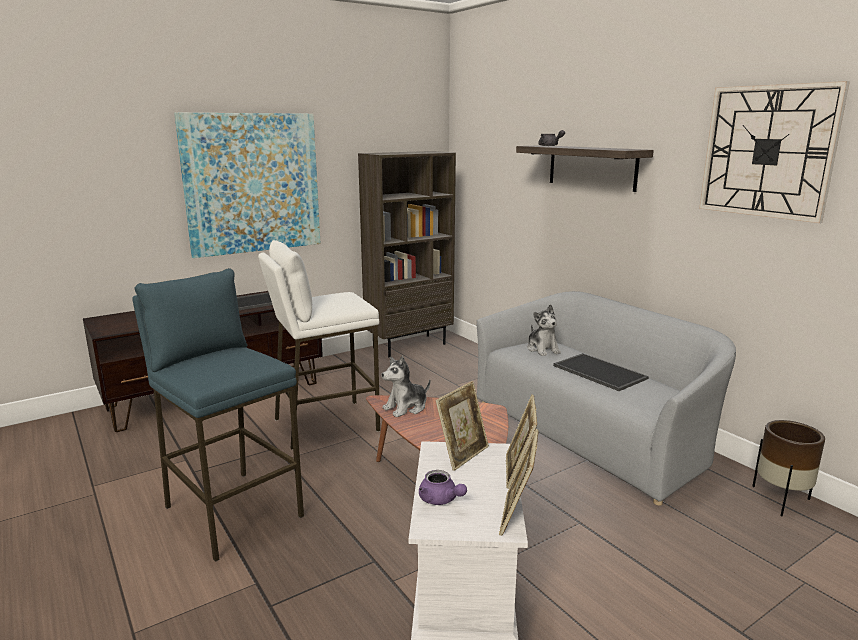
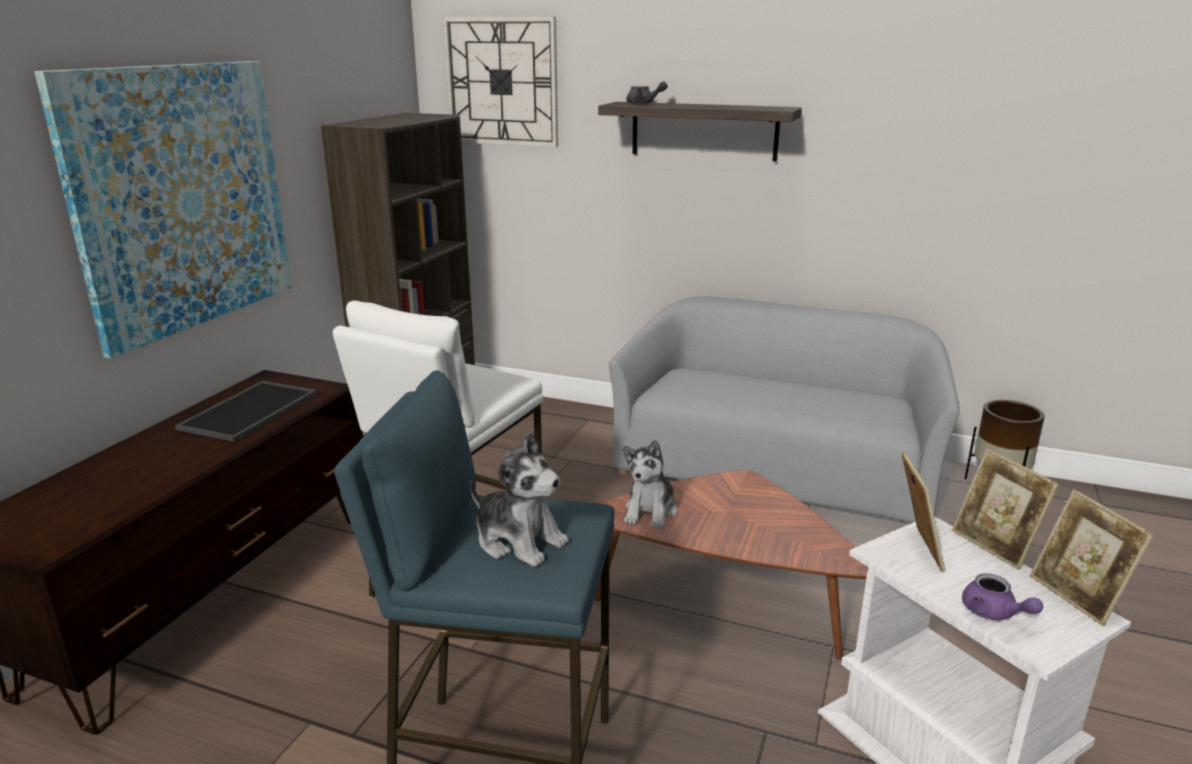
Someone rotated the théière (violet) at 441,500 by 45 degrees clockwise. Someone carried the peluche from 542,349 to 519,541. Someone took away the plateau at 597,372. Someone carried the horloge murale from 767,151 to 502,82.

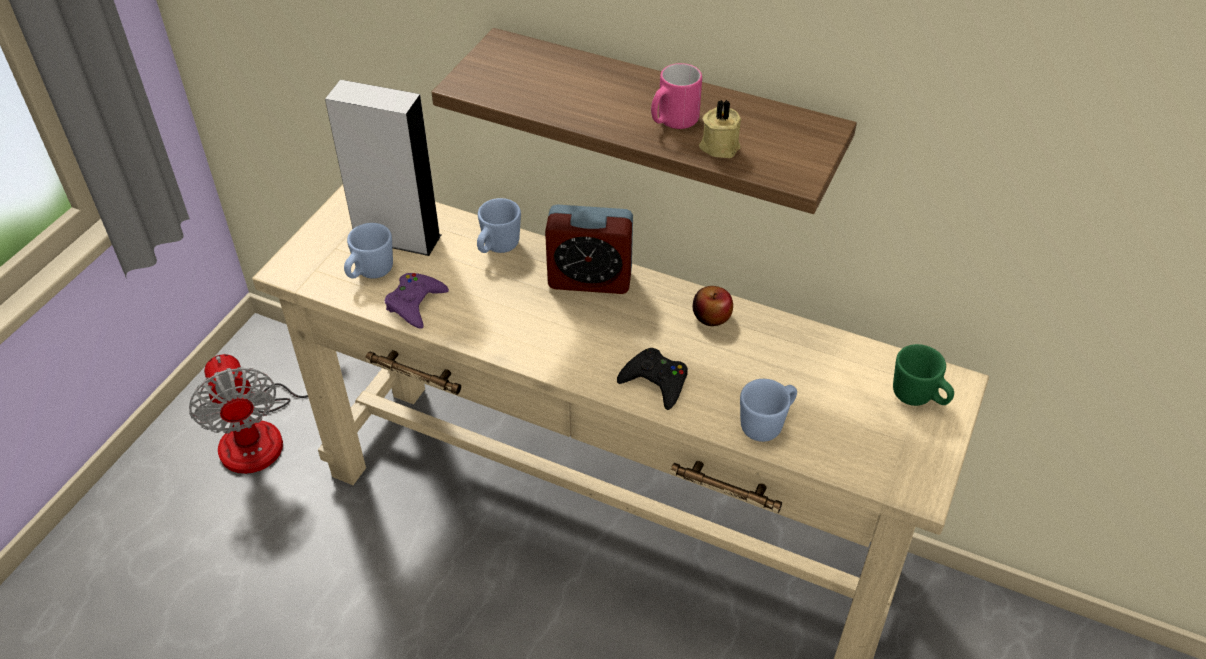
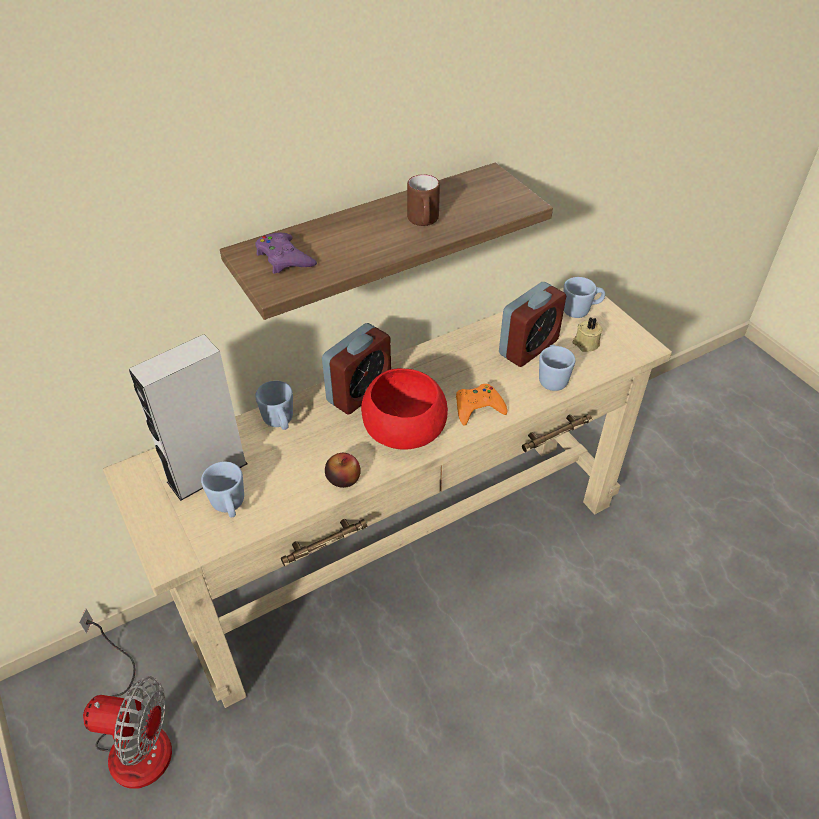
Someone carried the manette (violet) from 415,304 to 284,258. Someone repainted the manette (noir) at 655,382, which became the manette (orange) at 478,408. Someone repainted the mug (rose) at 672,122, which became the mug (marron) at 423,222. Someone carried the pomme from 711,317 to 343,478. Someone carried the bougie (beige) from 719,145 to 585,344. Someone repainted the mug (vert) at 918,398, which became the mug (bleu) at 580,311. Someone put down the bol (rouge) at 403,430. Someone put down the réveil at 528,347.

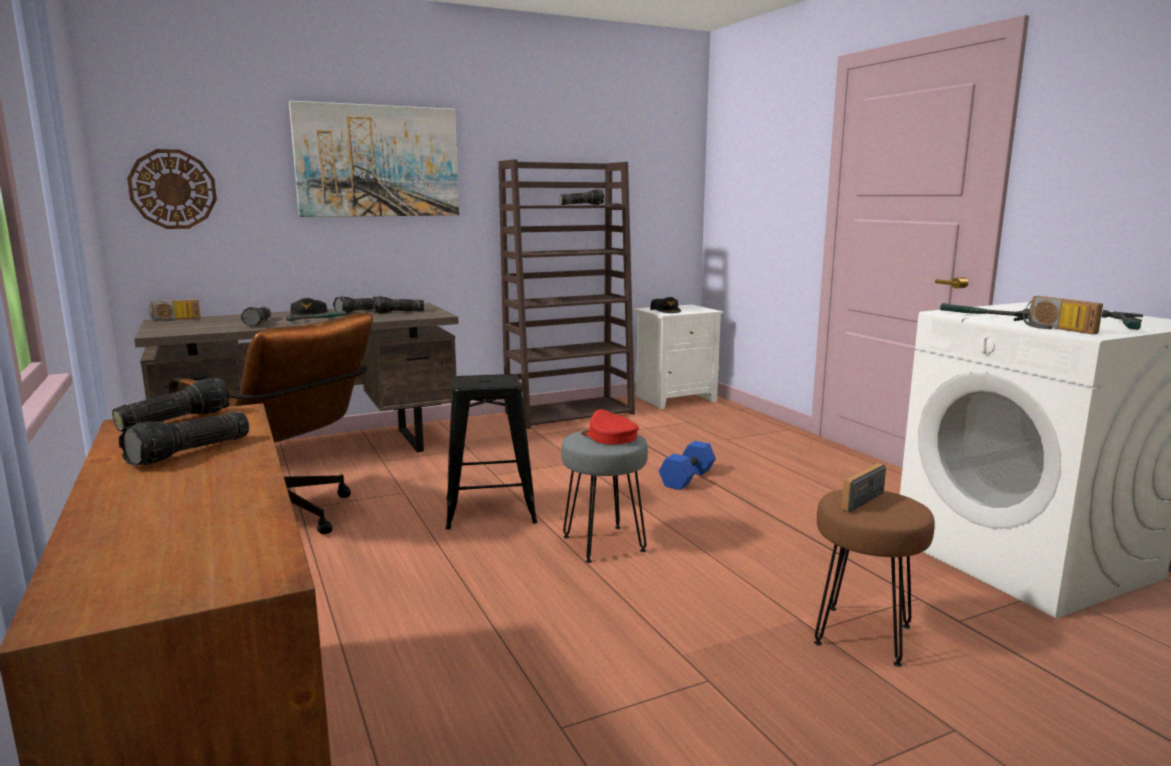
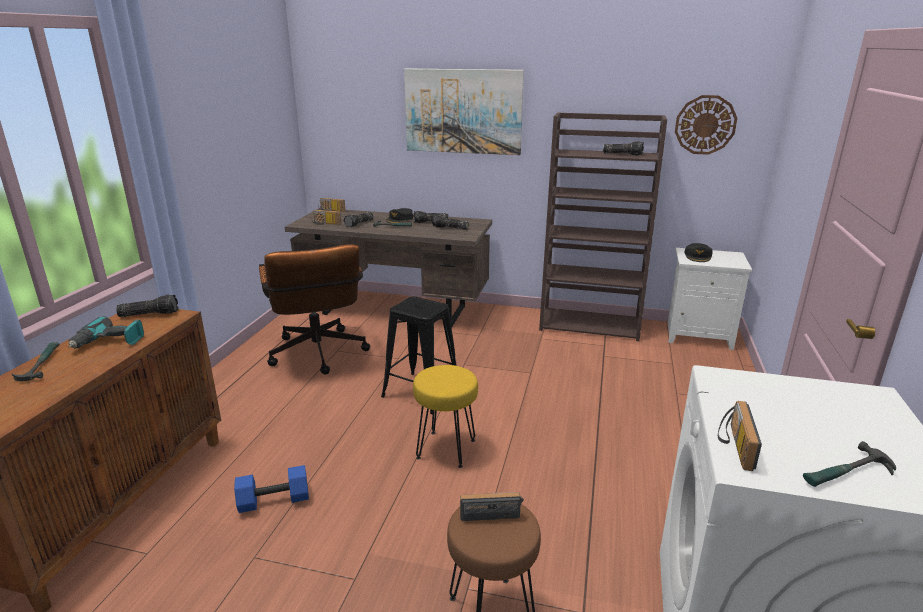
Someone swapped the lampe de poche at 190,452 for the perceuse at 109,342. Someone carried the horloge murale from 173,189 to 705,125. Someone repainted the tabouret (gris) at 603,544, which became the tabouret (jaune) at 445,449. Someone took away the casquette (rouge) at 609,437. Someone carried the haltère (bleu) from 686,478 to 275,499. Someone carried the marteau from 983,316 to 40,365. Someone put down the radio at 325,224.

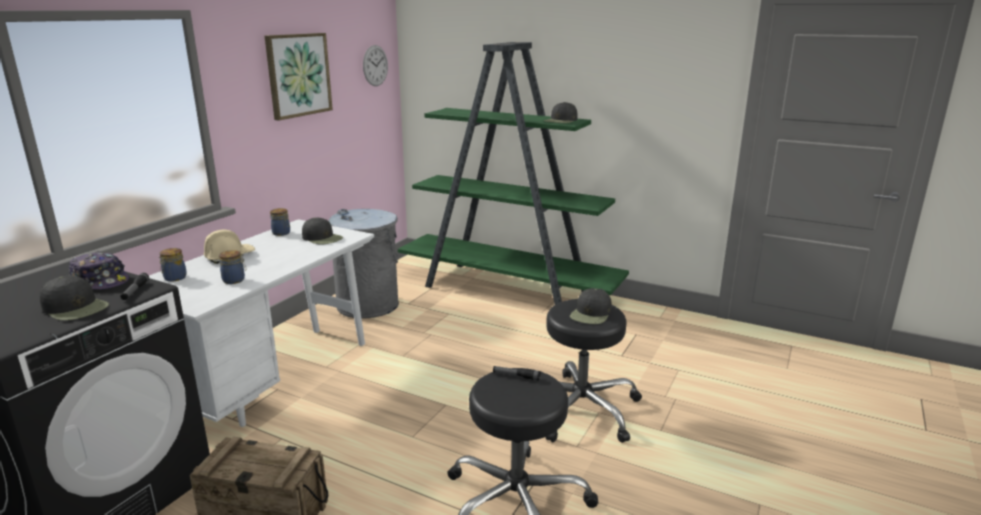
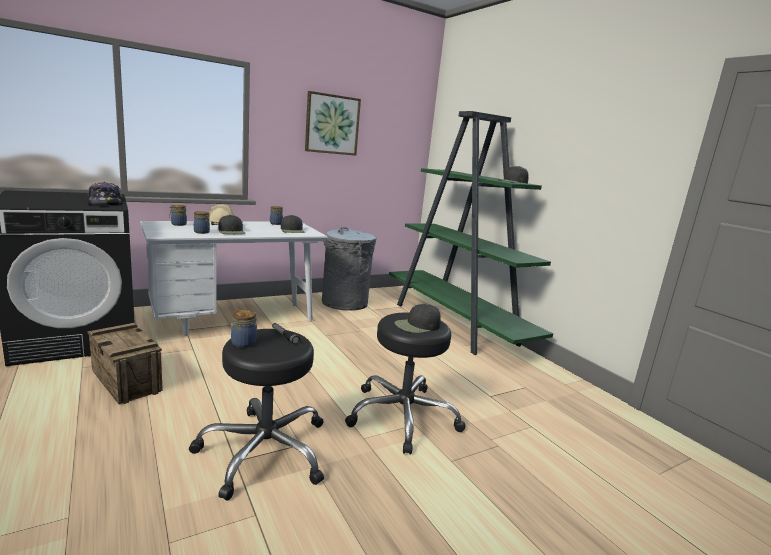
Someone carried the casquette (noir) from 76,308 to 231,231. Someone took away the horloge murale at 375,65. Someone put down the bocal at 244,343.

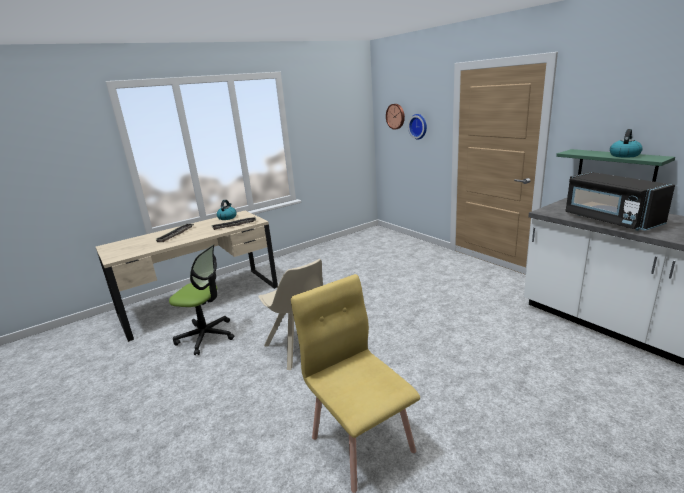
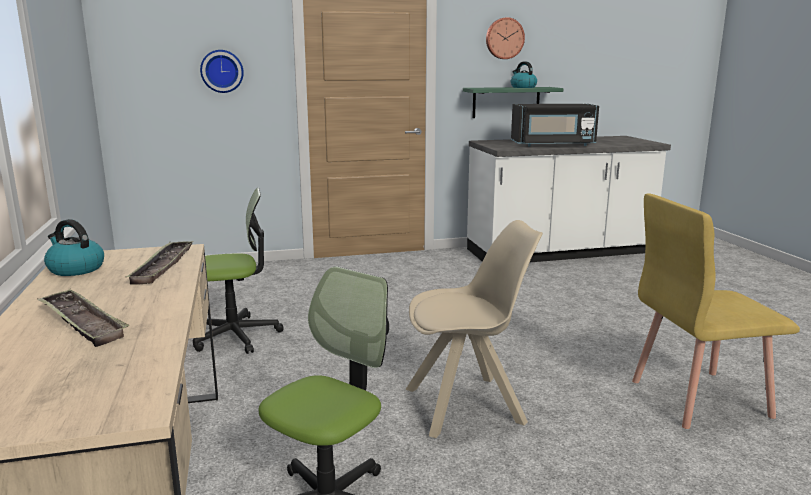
Someone carried the horloge murale from 396,116 to 504,38. Someone put down the chaise de bureau at 236,335.

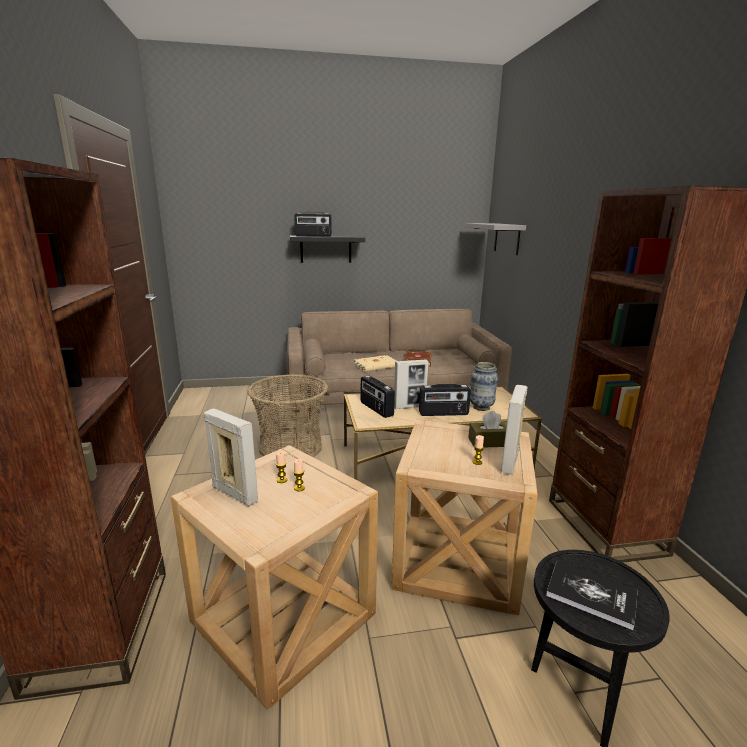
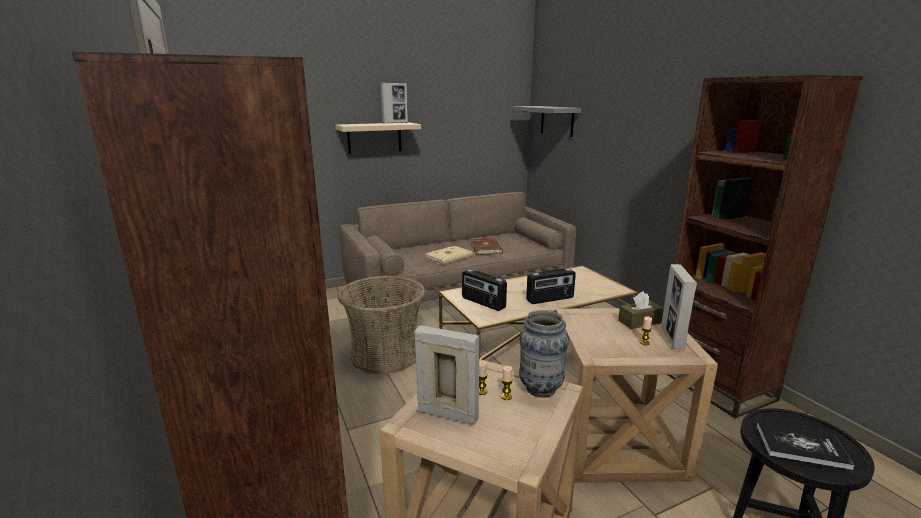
Someone repainted the étagère (noir) at 326,249, which became the étagère (beige) at 374,138. Someone took away the radio at 313,236. Someone carried the cadre photo from 409,407 to 395,123. Someone carried the vase from 481,407 to 540,389.

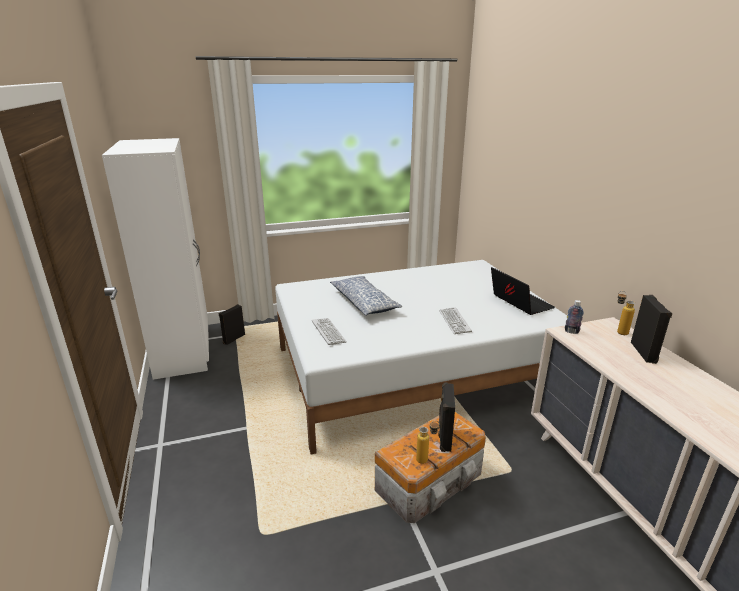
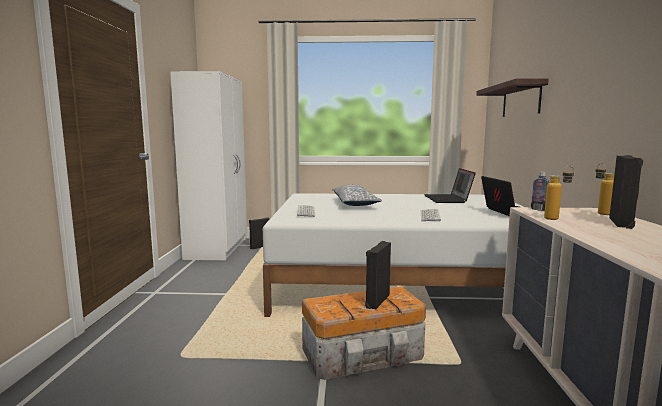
Someone carried the bouteille from 426,459 to 556,219. Someone put down the ordinateur portable at 448,199. Someone put up the étagère at 521,100.

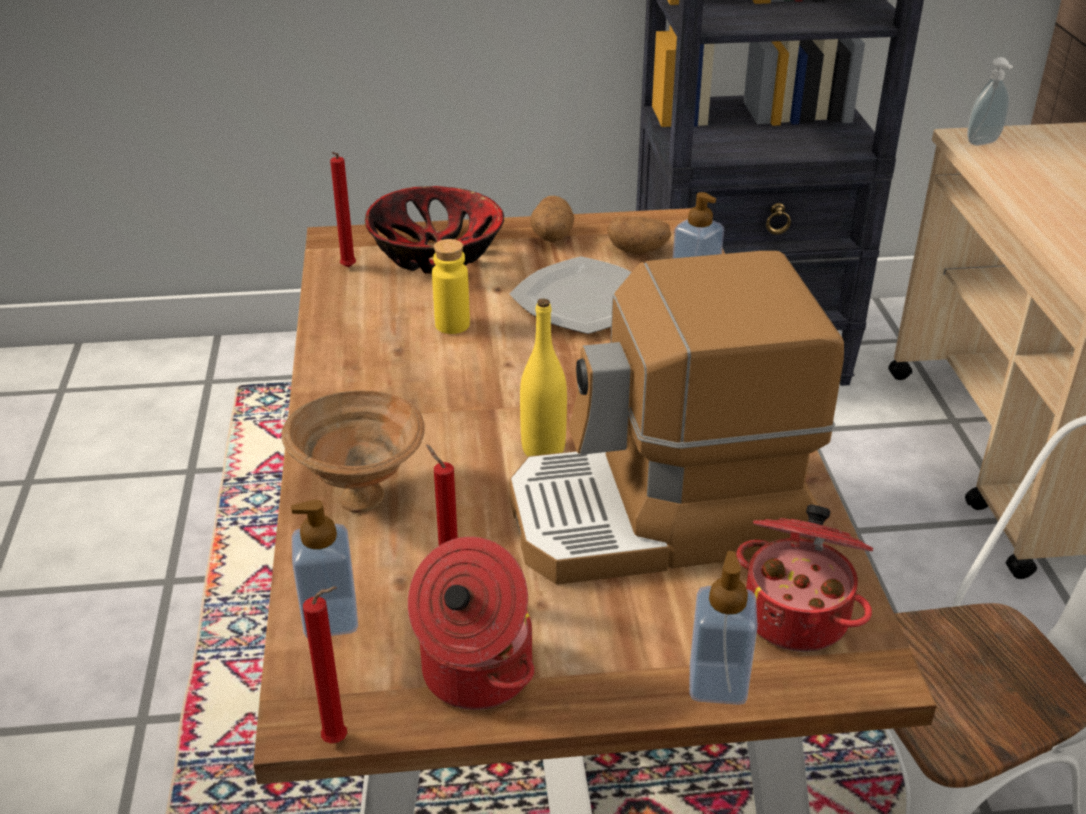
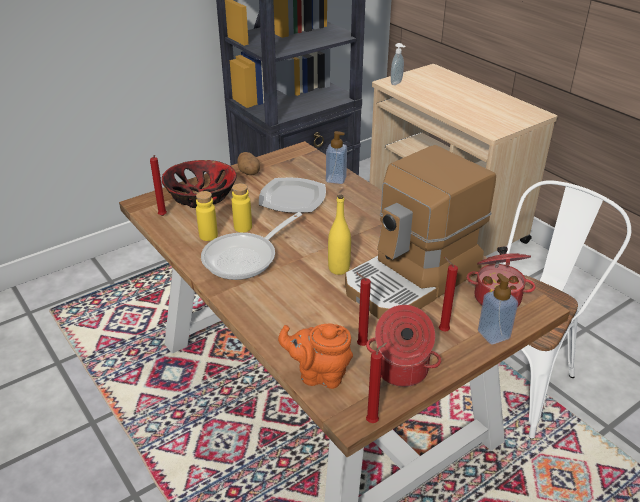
Someone took away the bol (marron) at 359,496. Someone swapped the distributeur de savon at 330,619 for the théière (orange) at 319,375. Someone took away the pomme de terre at 638,251. Someone put down the bouteille (jaune) at 208,235. Someone put down the poêle at 245,258. Someone put down the bougie (rouge) at 442,330.

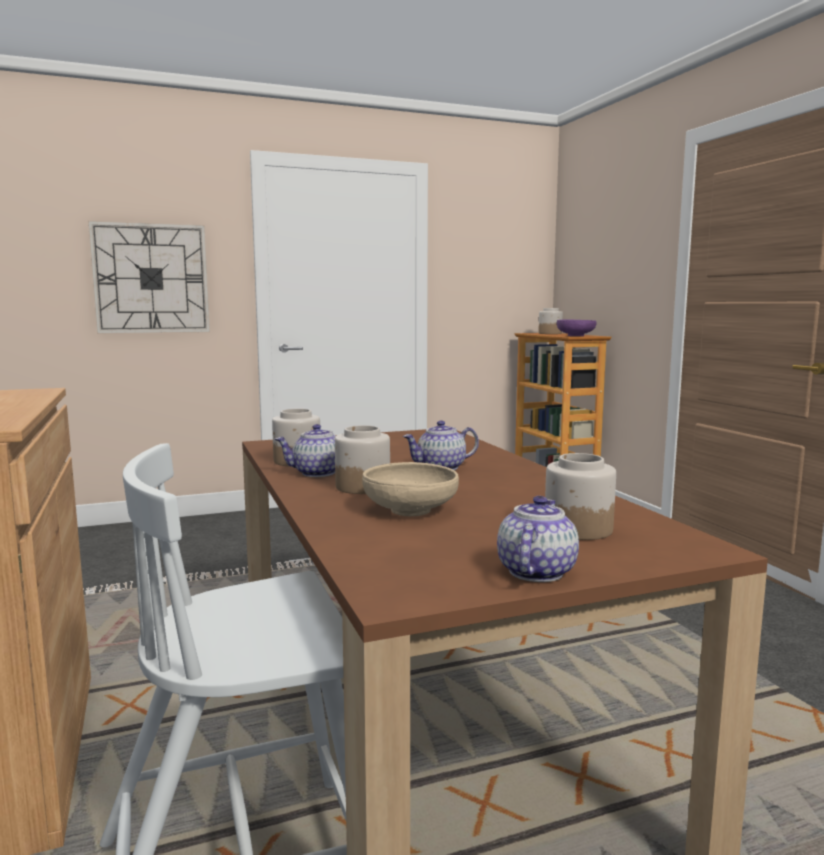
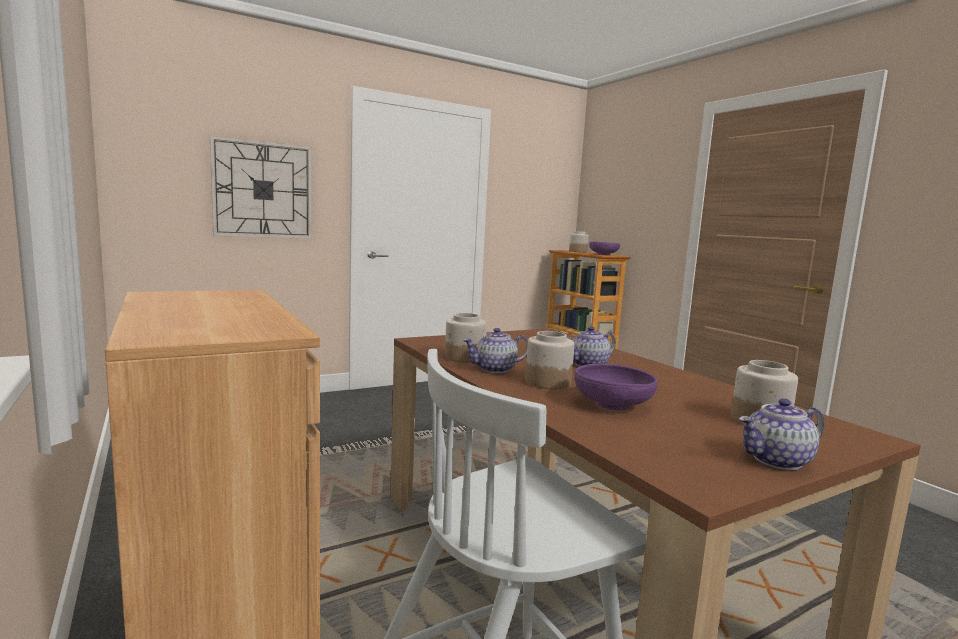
Someone repainted the bol (beige) at 410,510, which became the bol (violet) at 612,405. Someone rotated the théière at 535,571 by 120 degrees counterclockwise.

